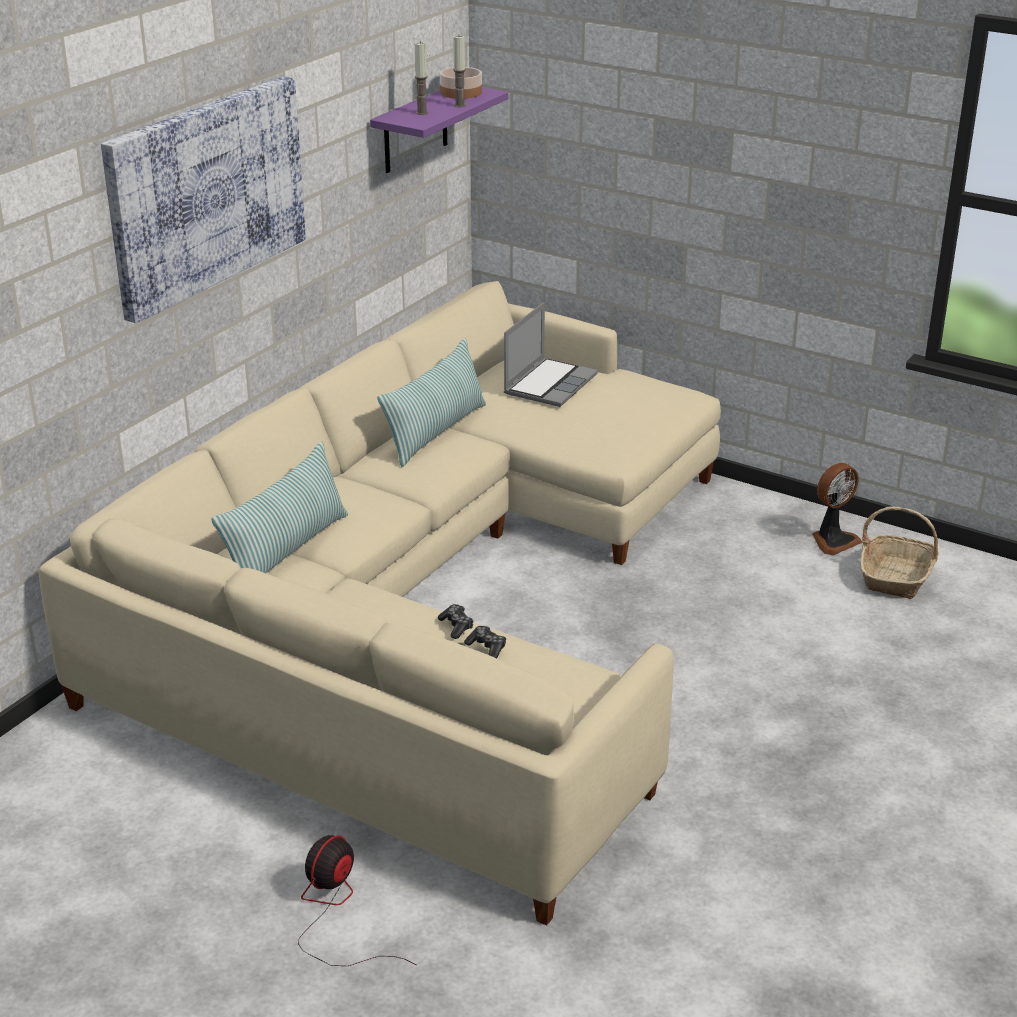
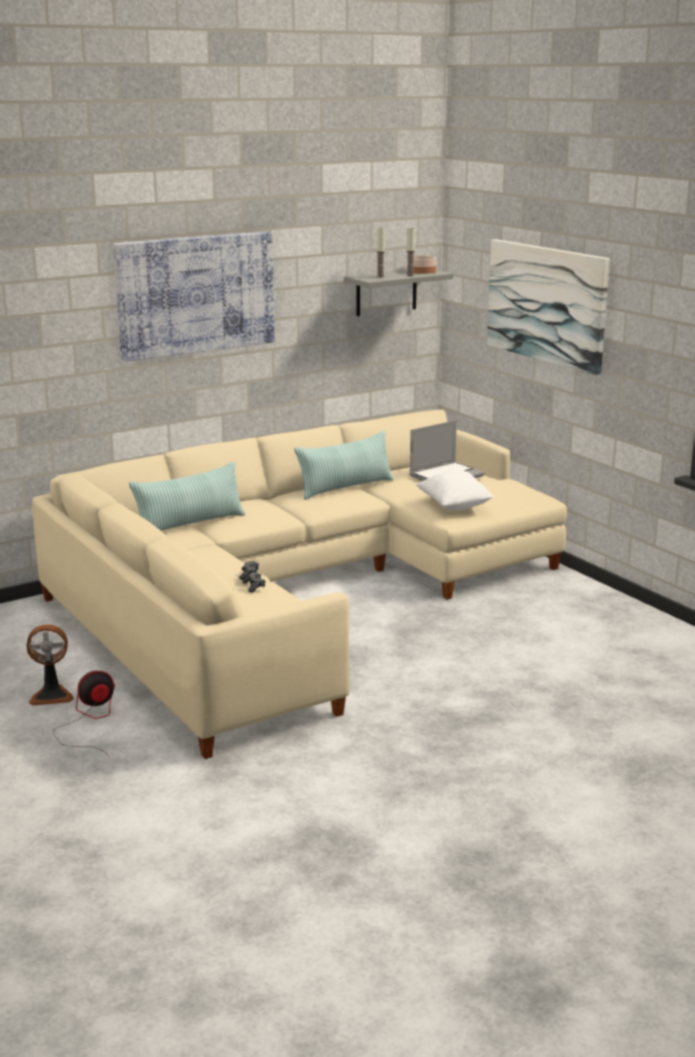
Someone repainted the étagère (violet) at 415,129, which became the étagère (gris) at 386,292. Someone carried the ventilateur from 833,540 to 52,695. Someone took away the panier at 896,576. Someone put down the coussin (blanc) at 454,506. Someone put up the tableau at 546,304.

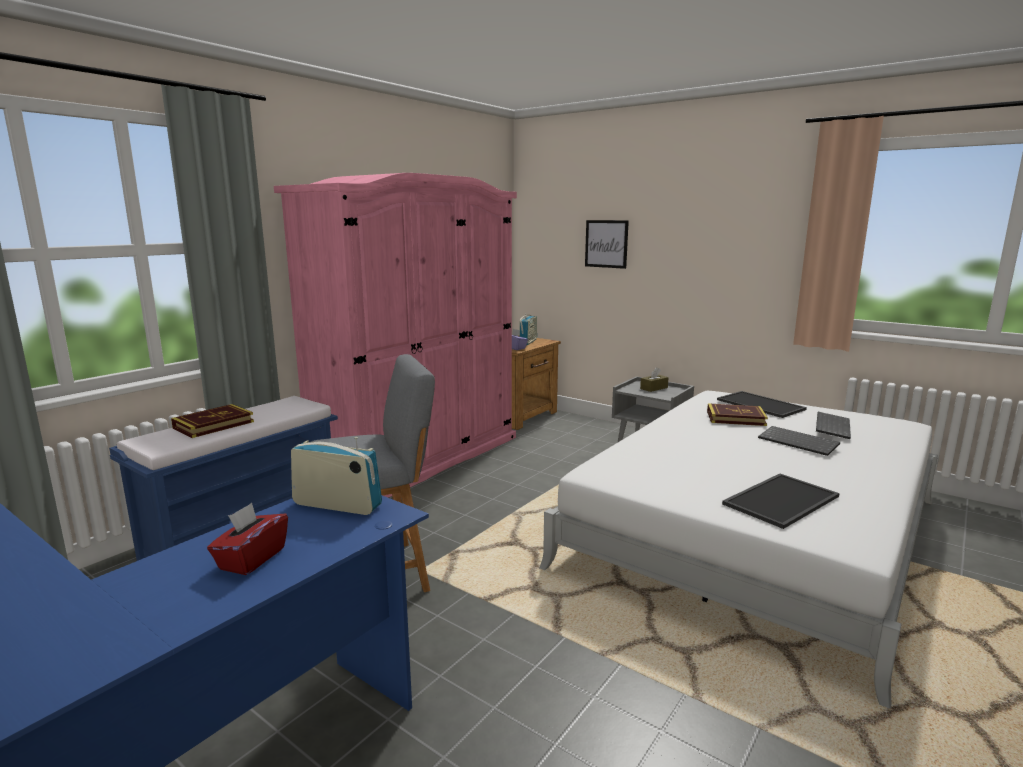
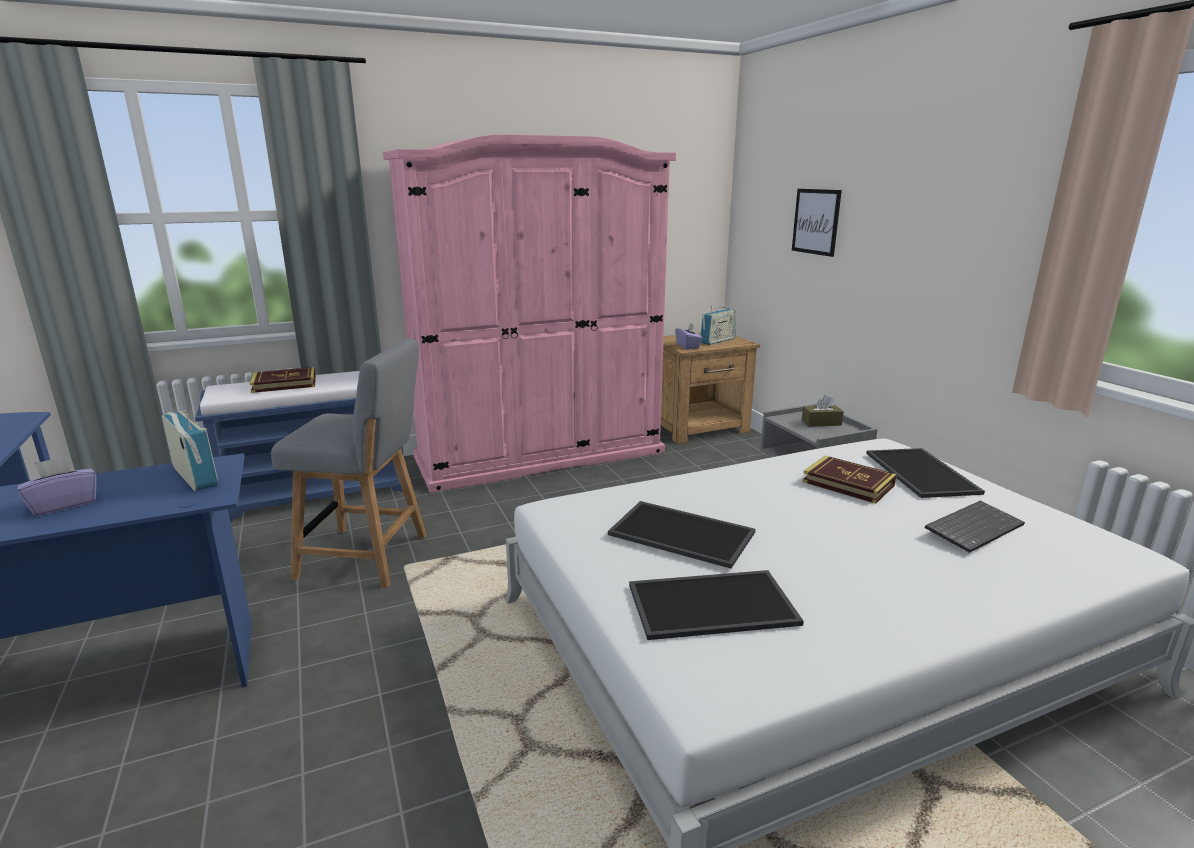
Someone repainted the boîte à mouchoirs (rouge) at 251,559, which became the boîte à mouchoirs (violet) at 64,504. Someone took away the clavier at 799,442. Someone put down the plateau at 683,533.

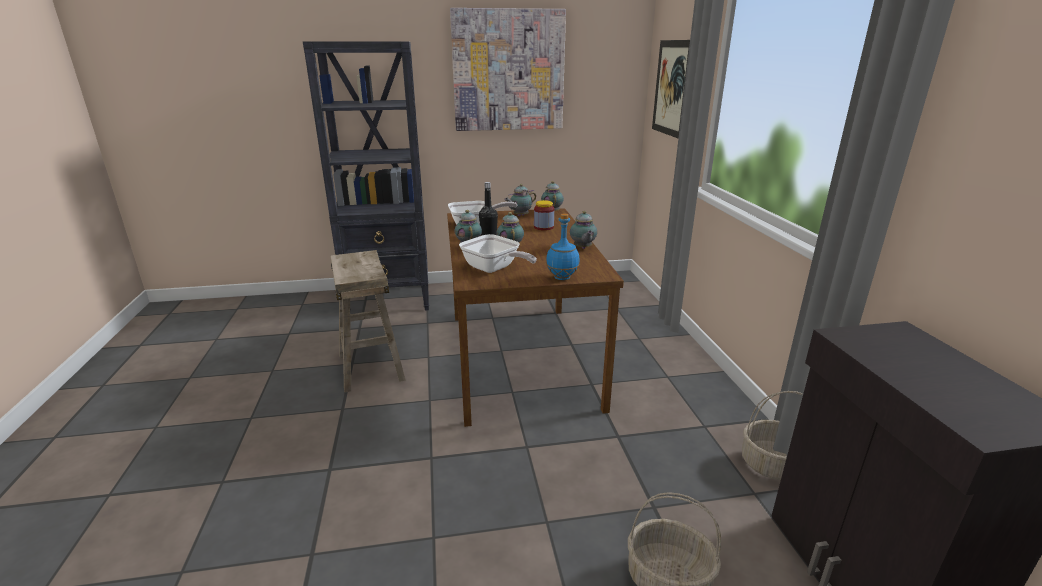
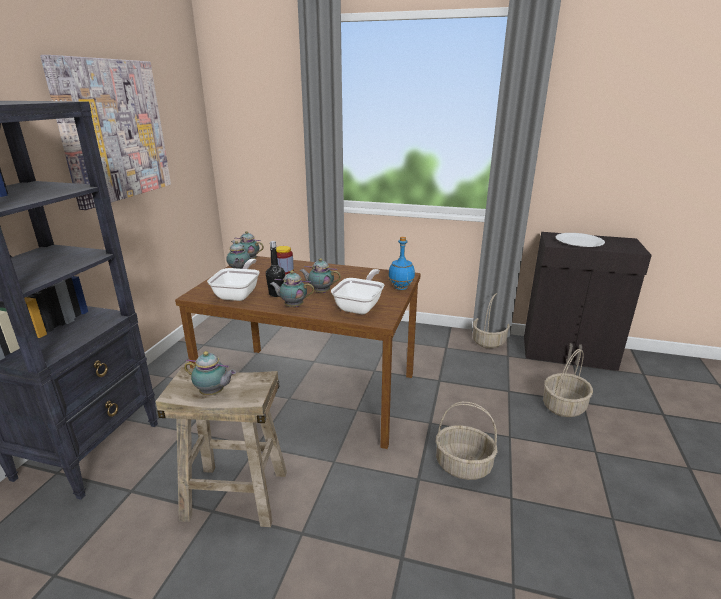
Someone rotated the poêle at 494,269 by 45 degrees counterclockwise. Someone carried the théière from 582,248 to 213,393. Someone took away the tableau at 672,88. Someone put down the panier at 464,465. Someone put down the assiette (blanc) at 579,241.

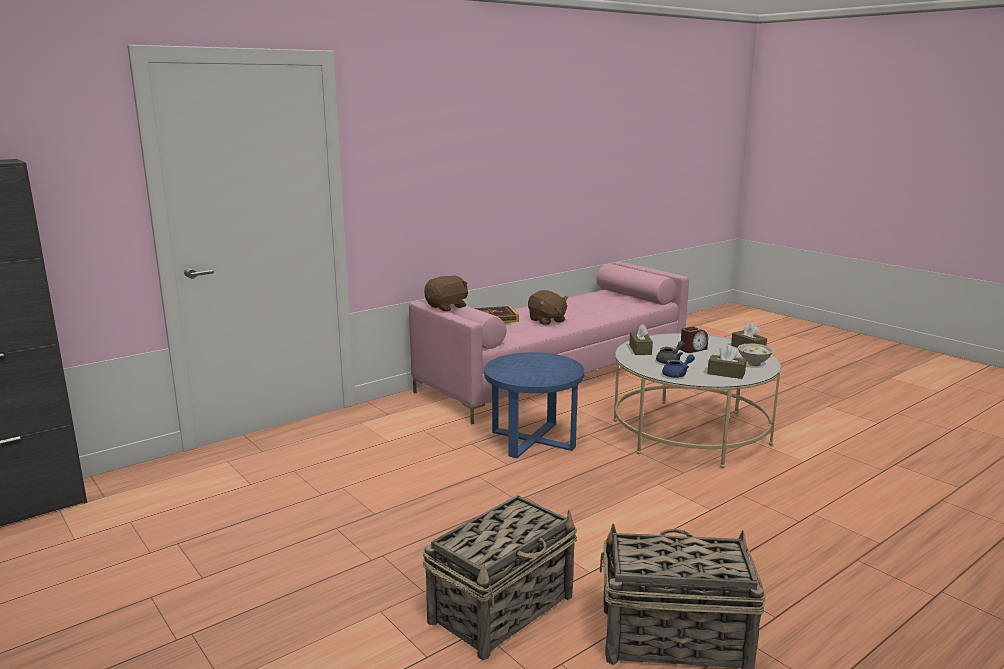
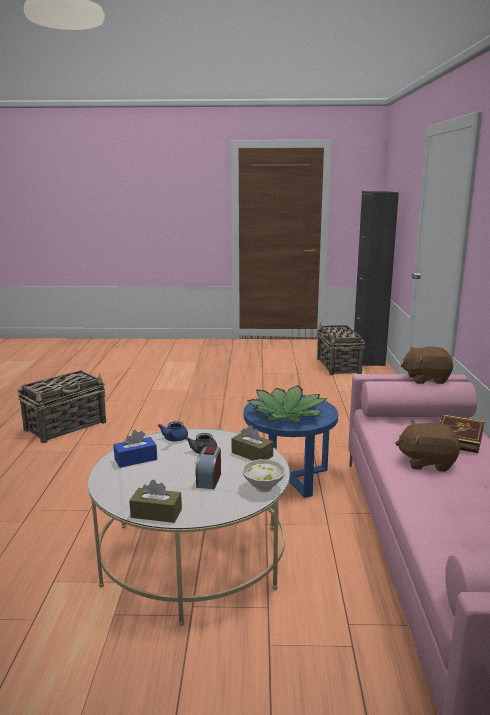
Someone carried the panier from 503,608 to 338,366. Someone rotated the peluche (marron) at 447,307 by 90 degrees clockwise. Someone repainted the boîte à mouchoirs (marron) at 726,373, which became the boîte à mouchoirs (bleu) at 135,459. Someone carried the bol (blanc) from 753,364 to 263,487. Someone put down the plante en pot at 286,414.

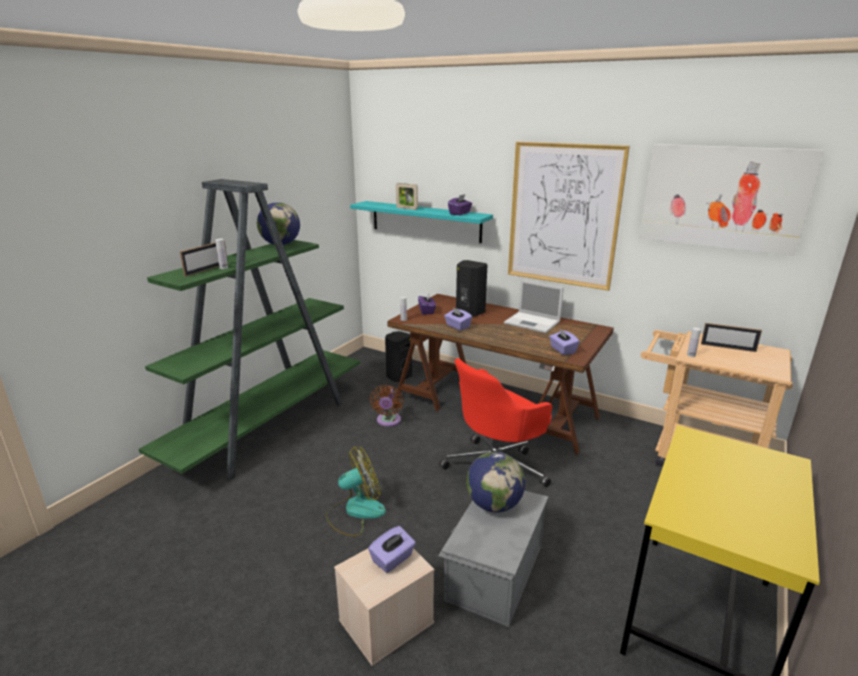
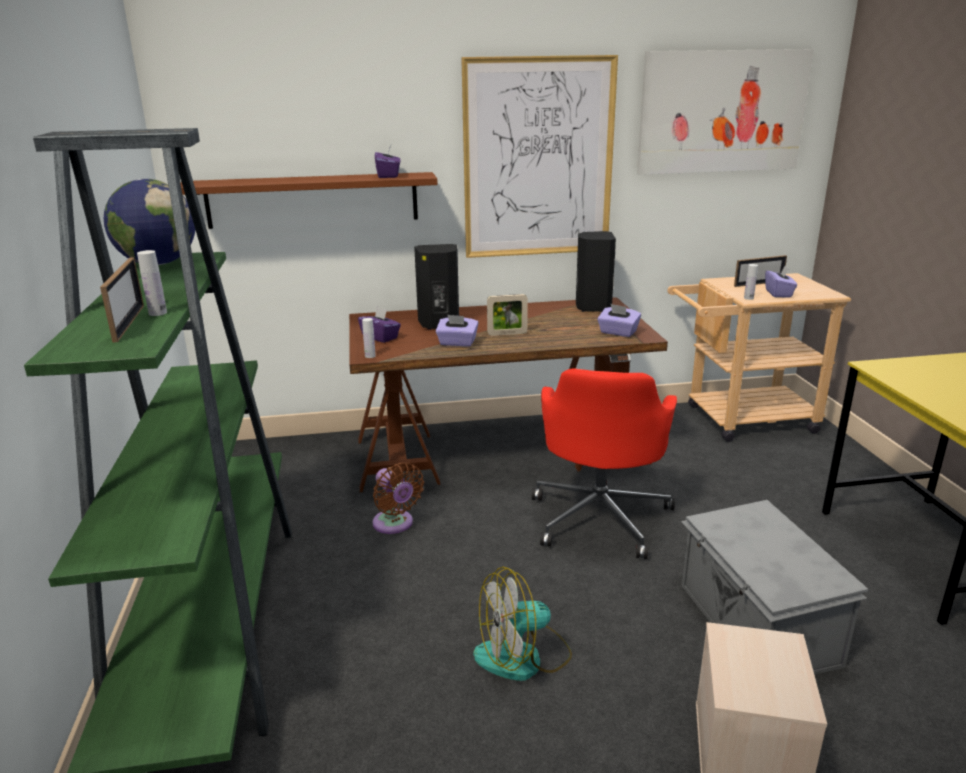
Someone rotated the ventilateur at 355,511 by 135 degrees counterclockwise. Someone repainted the étagère (turquoise) at 425,221, which became the étagère (marron) at 313,200. Someone carried the boîte à mouchoirs (violet) from 393,559 to 779,293. Someone carried the enceinte (noir) from 398,376 to 593,307. Someone carried the cadre photo from 407,208 to 507,334. Someone took away the globe at 494,504. Someone took away the ordinateur portable at 533,322.

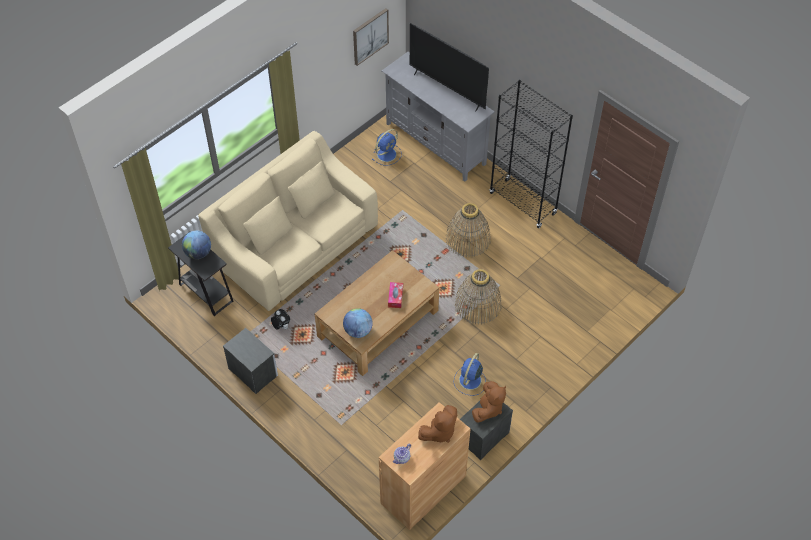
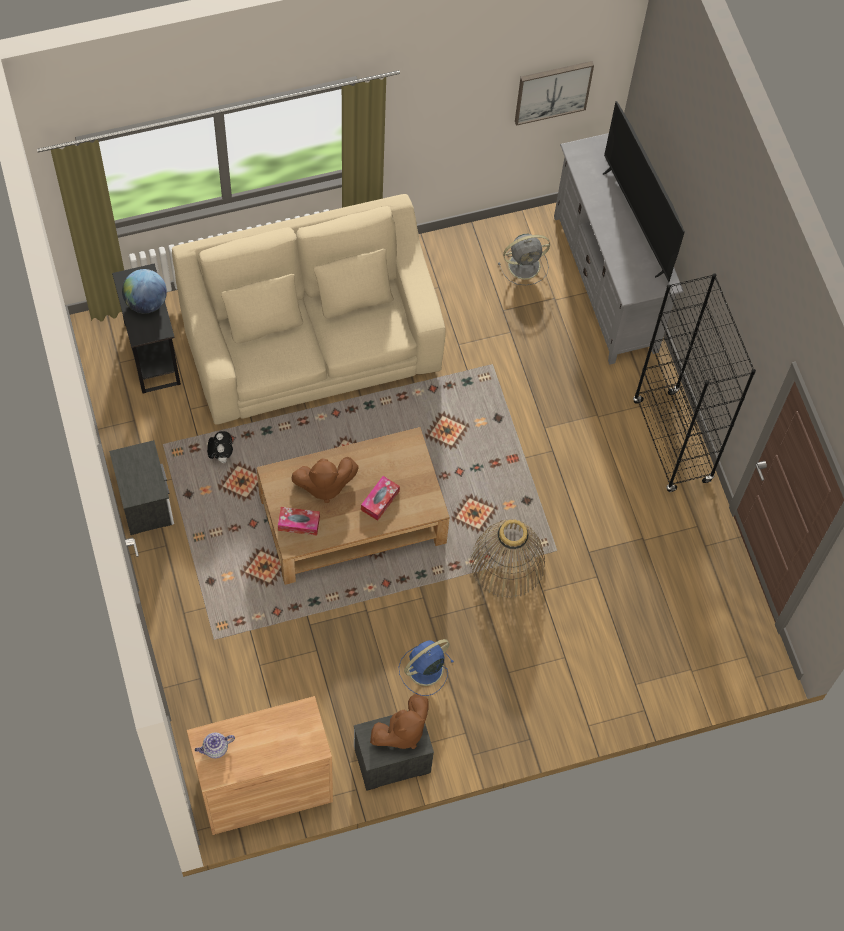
Someone swapped the globe at 358,331 for the boîte à mouchoirs at 299,523. Someone repainted the ventilateur (bleu) at 387,154, which became the ventilateur (gris) at 525,265. Someone carried the peluche (marron) from 439,432 to 324,485. Someone took away the panier at 468,239.

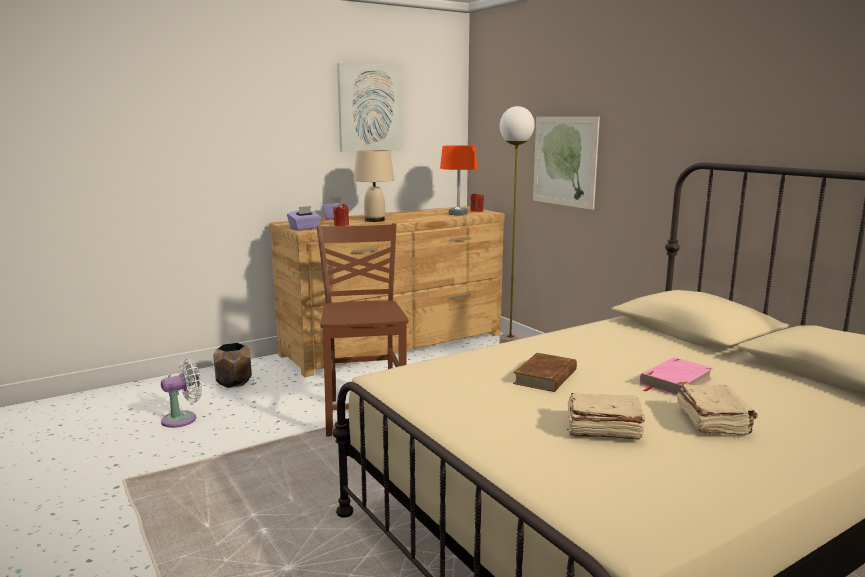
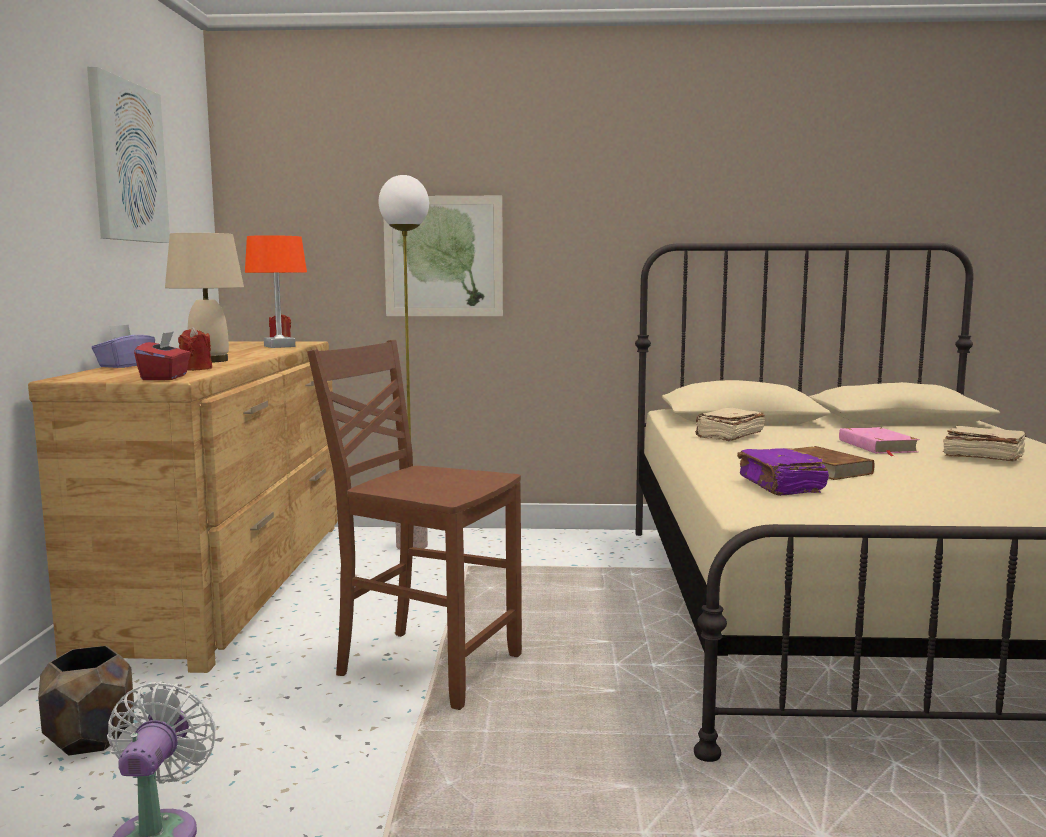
Someone repainted the boîte à mouchoirs (violet) at 304,228, which became the boîte à mouchoirs (rouge) at 165,378. Someone carried the livre (beige) from 602,429 to 728,436. Someone put down the livre (violet) at 781,486.

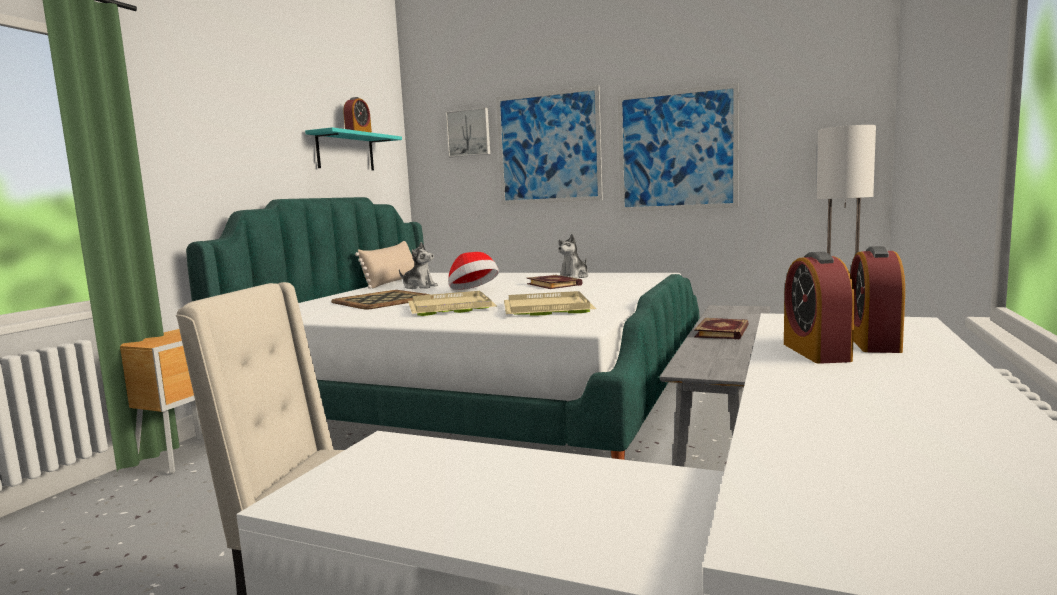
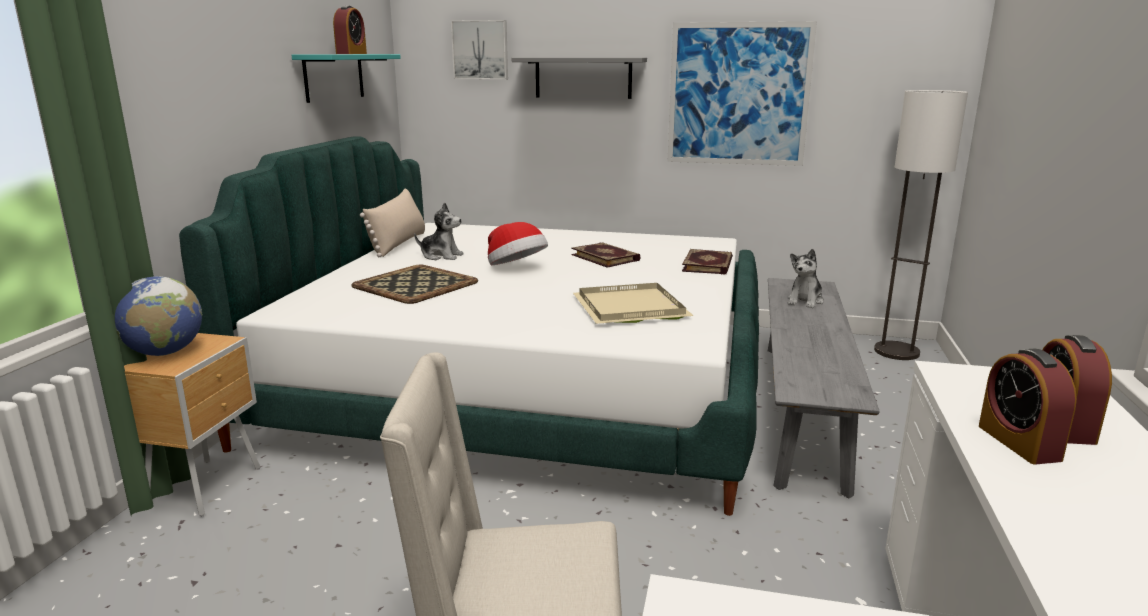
Someone took away the plateau (beige) at 452,307. Someone swapped the tableau at 548,147 for the étagère (gris) at 583,77. Someone carried the peluche from 574,277 to 805,301. Someone carried the livre from 723,332 to 708,265. Someone put down the globe at 164,352.

